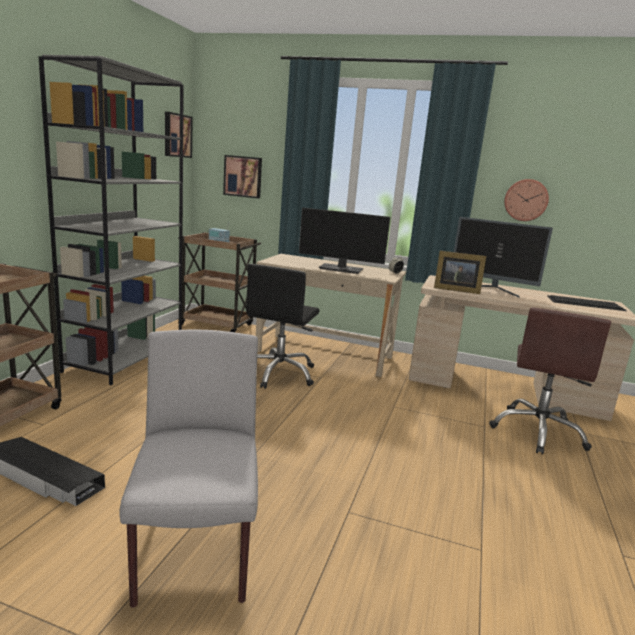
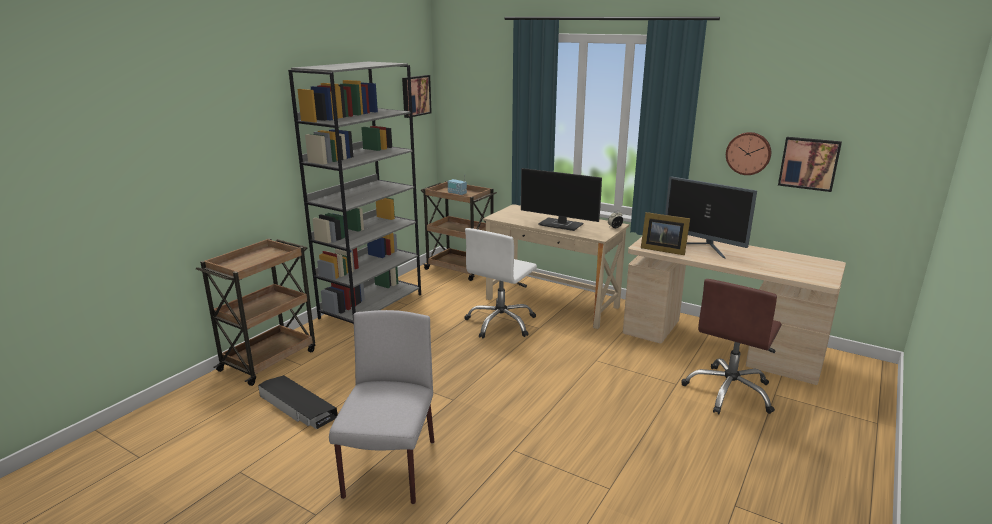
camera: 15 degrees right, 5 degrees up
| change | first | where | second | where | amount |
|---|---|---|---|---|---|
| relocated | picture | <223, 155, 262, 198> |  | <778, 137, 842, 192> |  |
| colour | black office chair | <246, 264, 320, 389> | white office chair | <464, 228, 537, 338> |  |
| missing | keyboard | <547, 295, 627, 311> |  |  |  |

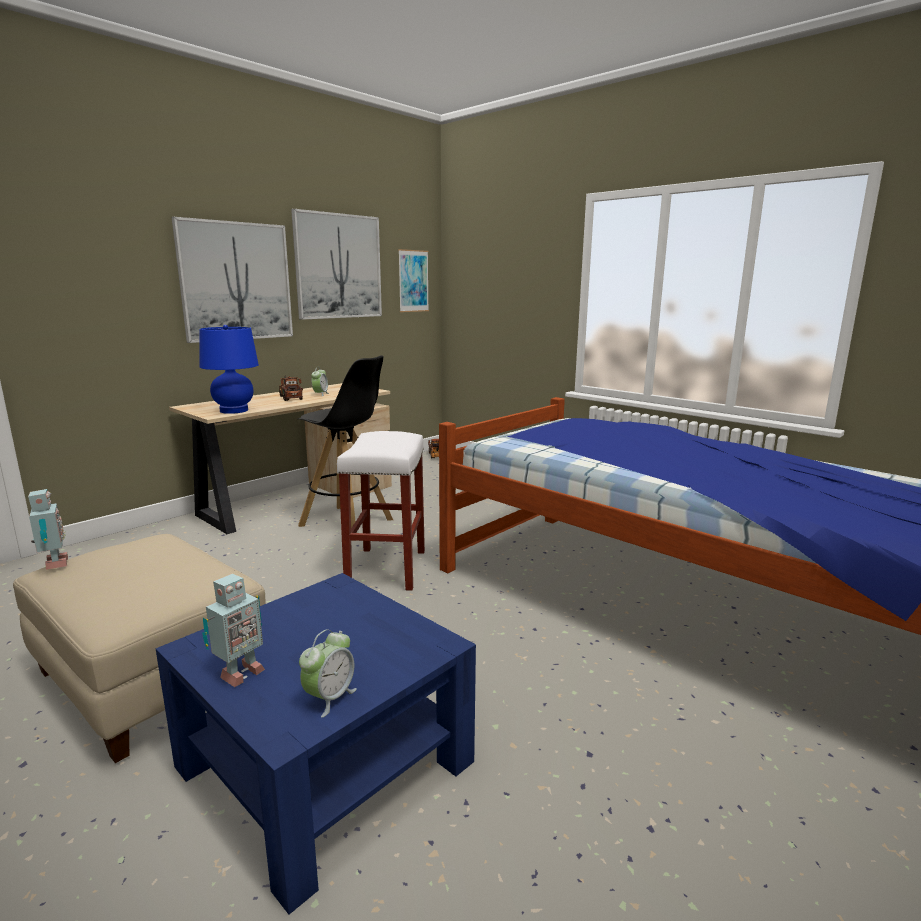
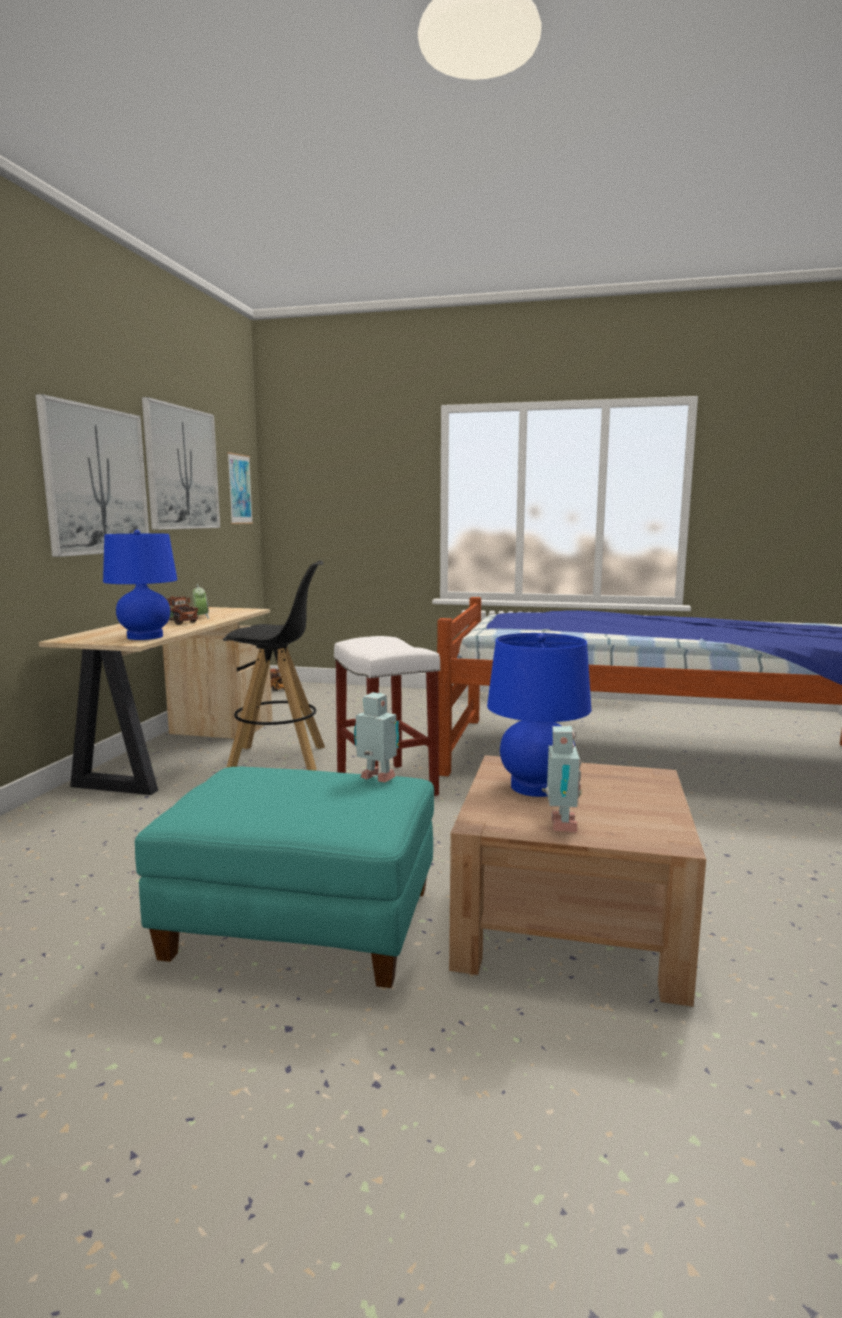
camera: 30 degrees left, 5 degrees down
| change | first | where | second | where | amount |
|---|---|---|---|---|---|
| relocated | toy robot | <28, 489, 68, 570> |  | <354, 692, 399, 782> |  |
| colour | beige ottoman | <13, 534, 266, 763> | turquoise ottoman | <135, 767, 434, 988> |  |
| colour | blue coffee table | <156, 573, 476, 914> | brown coffee table | <449, 755, 706, 1007> |  |
| missing | alarm clock | <299, 629, 357, 718> |  |  |  |
| appeared |  |  | blue table lamp | <487, 633, 591, 797> |  |

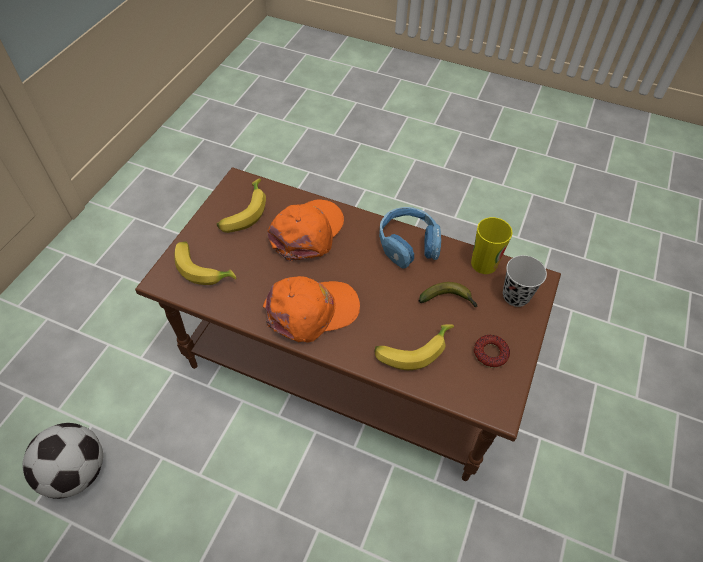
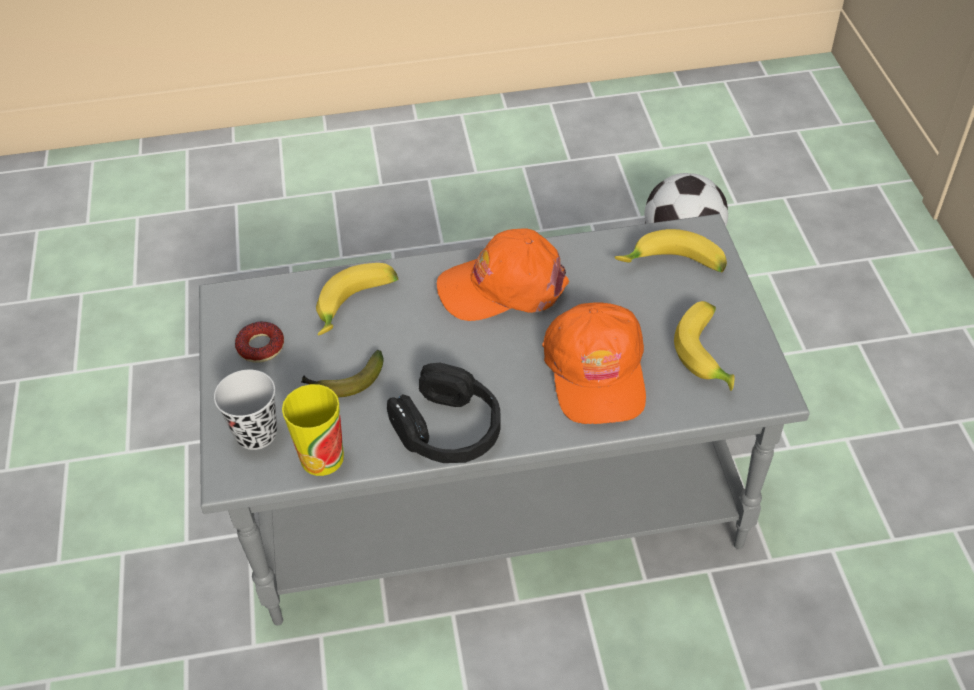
camera: 150 degrees right, 5 degrees down
| change | first | where | second | where | amount |
|---|---|---|---|---|---|
| colour | brown coffee table | <135, 167, 561, 481> | grey coffee table | <199, 214, 810, 625> |  |
| colour | blue headphones | <379, 207, 441, 269> | black headphones | <387, 363, 501, 463> |  |
| spun | orange cap | <262, 276, 360, 343> |  | <437, 229, 569, 321> | 45 degrees clockwise |

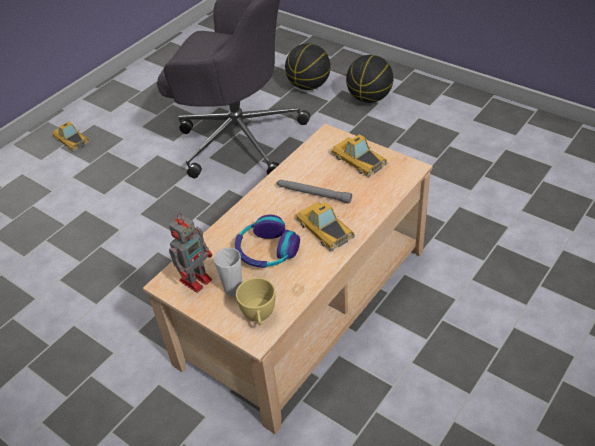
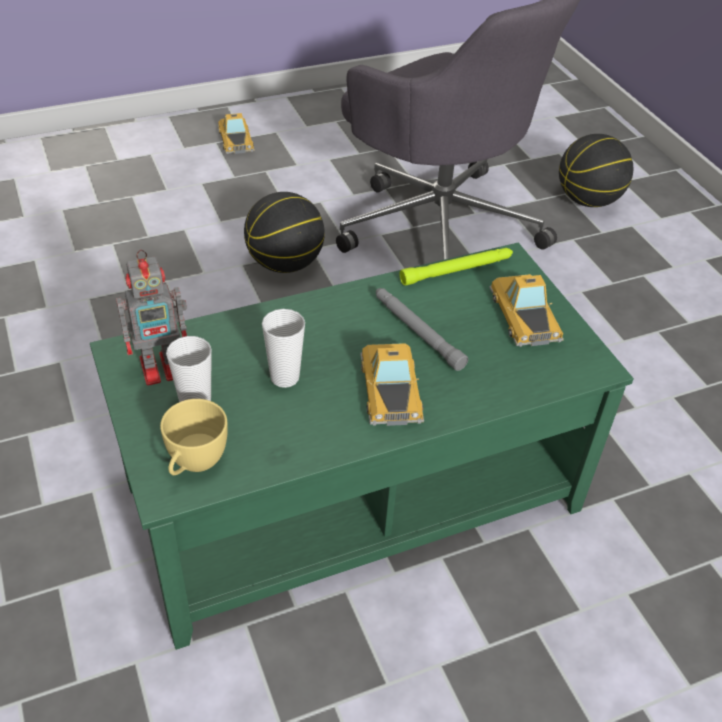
camera: 25 degrees right, 0 degrees up
| change | first | where | second | where | amount |
|---|---|---|---|---|---|
| relocated | basketball | <346, 55, 393, 103> |  | <244, 192, 325, 273> |  |
| colour | beige coffee table | <143, 124, 433, 434> | green coffee table | <90, 243, 634, 650> |  |
| exchanged | headphones | <235, 215, 300, 268> | cup | <262, 309, 305, 388> |  |
| appeared |  |  | green flashlight | <399, 248, 513, 286> |  |

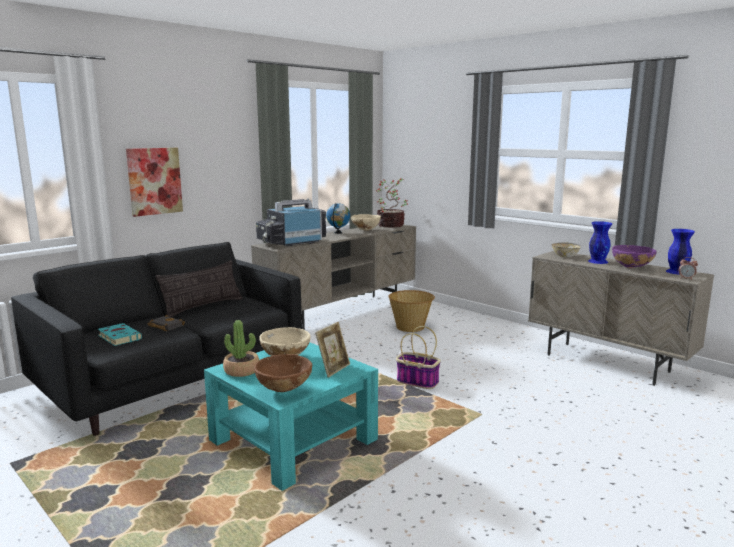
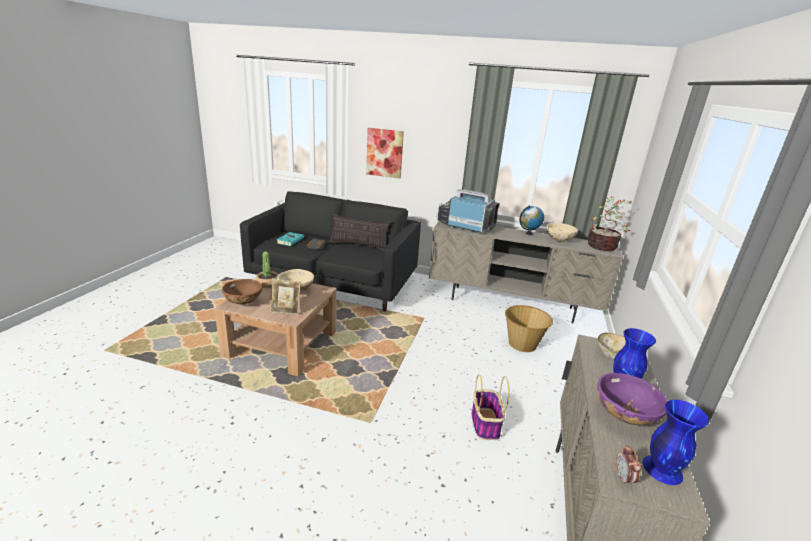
camera: 60 degrees right, 10 degrees up
| change | first | where | second | where | amount |
|---|---|---|---|---|---|
| relocated | basket | <396, 326, 441, 389> |  | <472, 374, 509, 440> |  |
| colour | turquoise coffee table | <204, 342, 378, 491> | brown coffee table | <215, 283, 337, 376> |  |

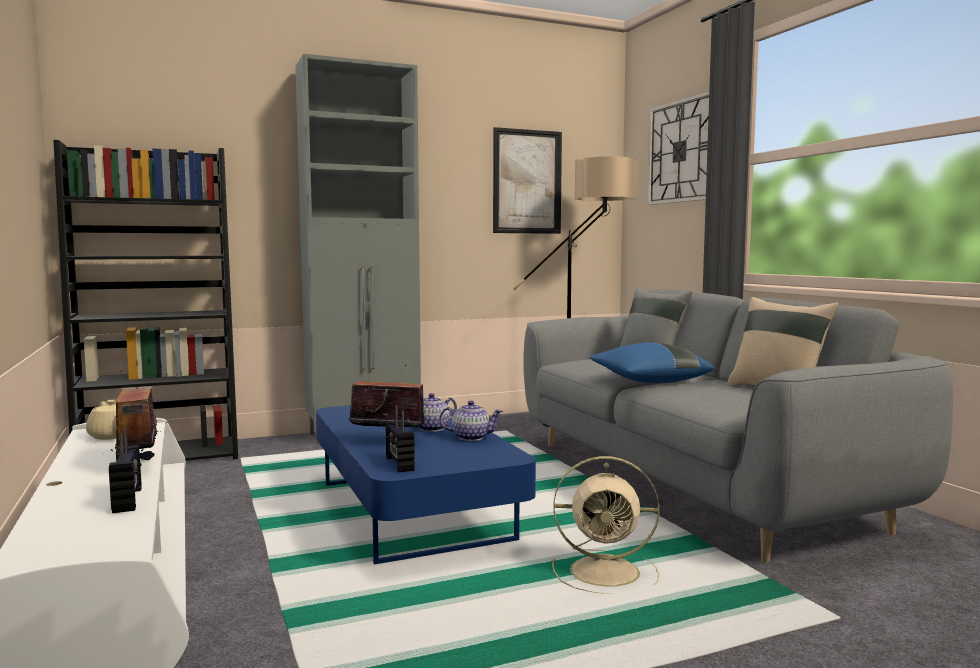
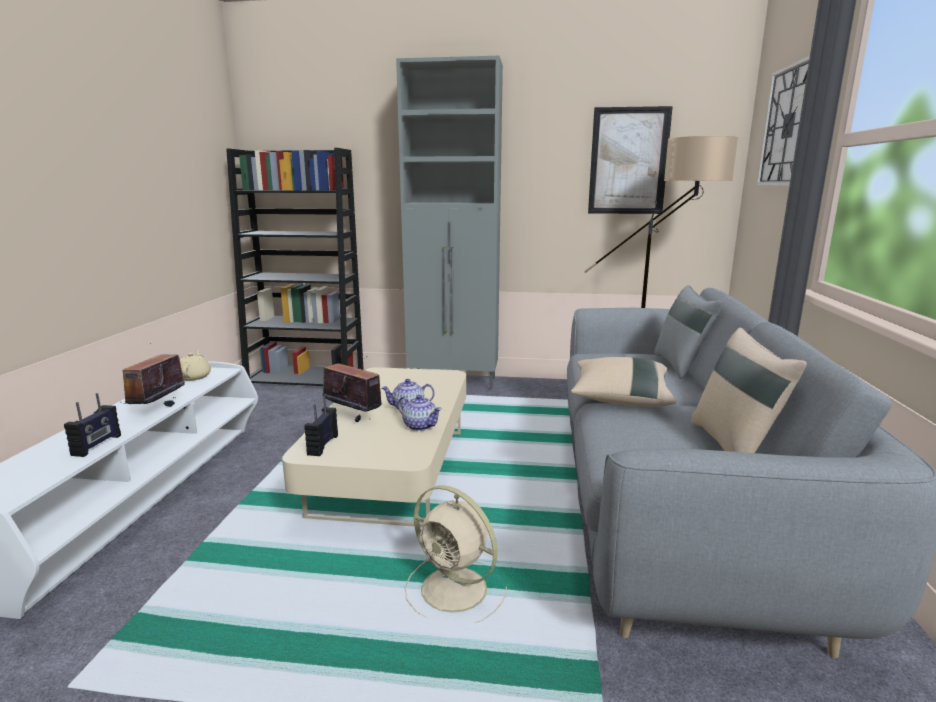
camera: 30 degrees right, 10 degrees up
| change | first | where | second | where | amount |
|---|---|---|---|---|---|
| colour | blue pillow | <590, 342, 714, 383> | beige pillow | <571, 357, 676, 407> |  |
| colour | blue coffee table | <316, 405, 536, 565> | beige coffee table | <282, 367, 466, 527> |  |

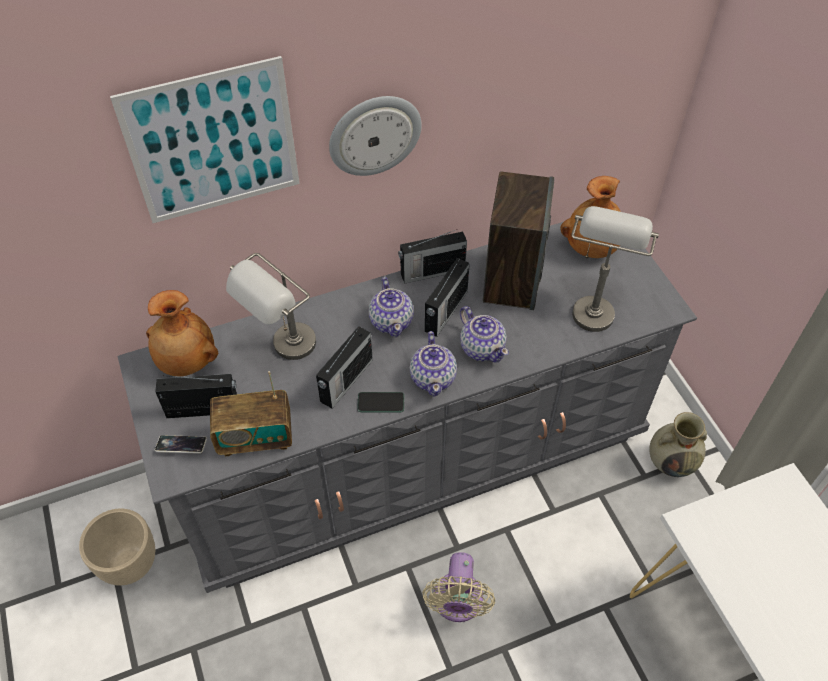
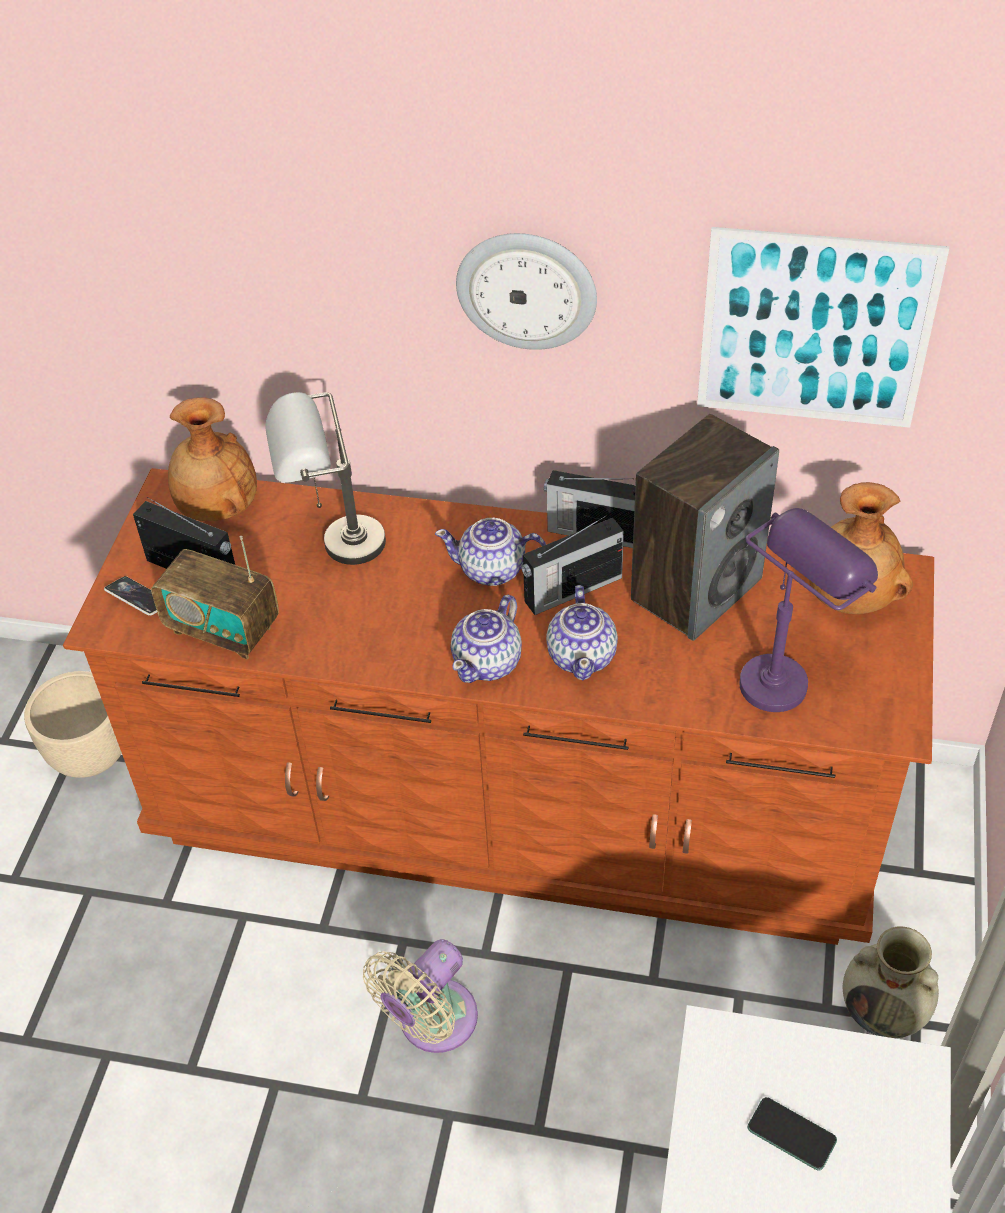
camera: 35 degrees right, 5 degrees down
| change | first | where | second | where | amount |
|---|---|---|---|---|---|
| relocated | picture | <110, 56, 300, 223> |  | <697, 227, 949, 428> |  |
| colour | grey table lamp | <571, 206, 659, 332> | purple table lamp | <739, 508, 878, 712> |  |
| colour | grey dresser | <118, 222, 697, 593> | brown dresser | <63, 468, 934, 945> |  |
| spun | teapot | <369, 277, 414, 337> |  | <435, 518, 546, 586> | 75 degrees clockwise |
| missing | radio | <316, 326, 373, 409> |  |  |  |
| relocated | phone | <357, 392, 404, 413> |  | <748, 1097, 837, 1171> |  |

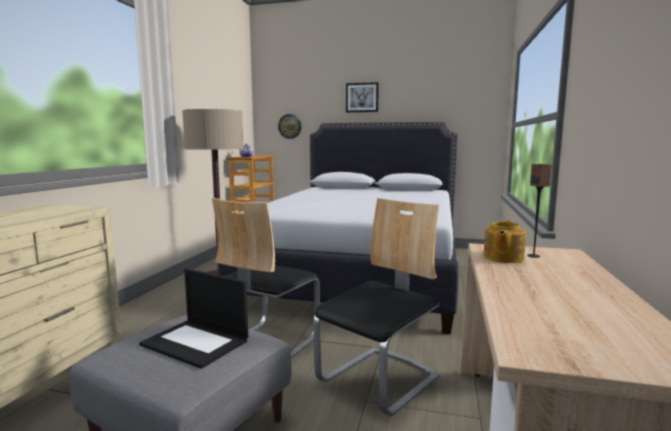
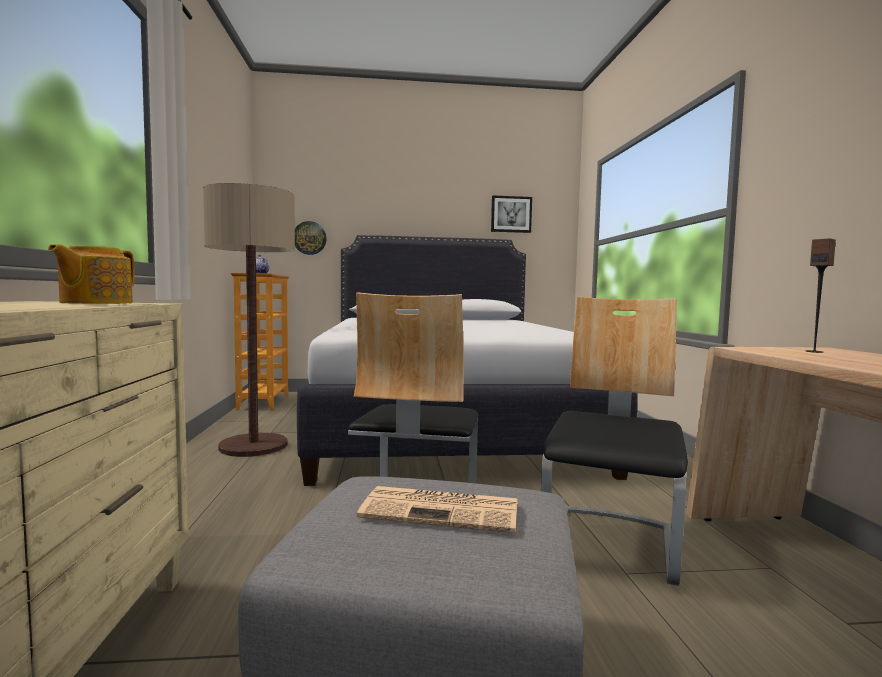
camera: 20 degrees left, 5 degrees down
| change | first | where | second | where | amount |
|---|---|---|---|---|---|
| relocated | picture | <346, 82, 379, 112> |  | <491, 196, 532, 233> |  |
| relocated | teapot | <483, 220, 526, 263> |  | <48, 244, 134, 304> |  |
| exchanged | laptop | <139, 268, 248, 369> | newspaper | <357, 486, 518, 533> |  |

